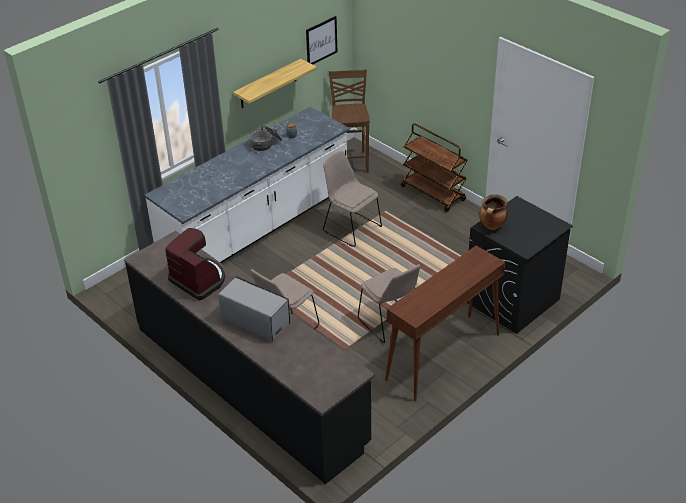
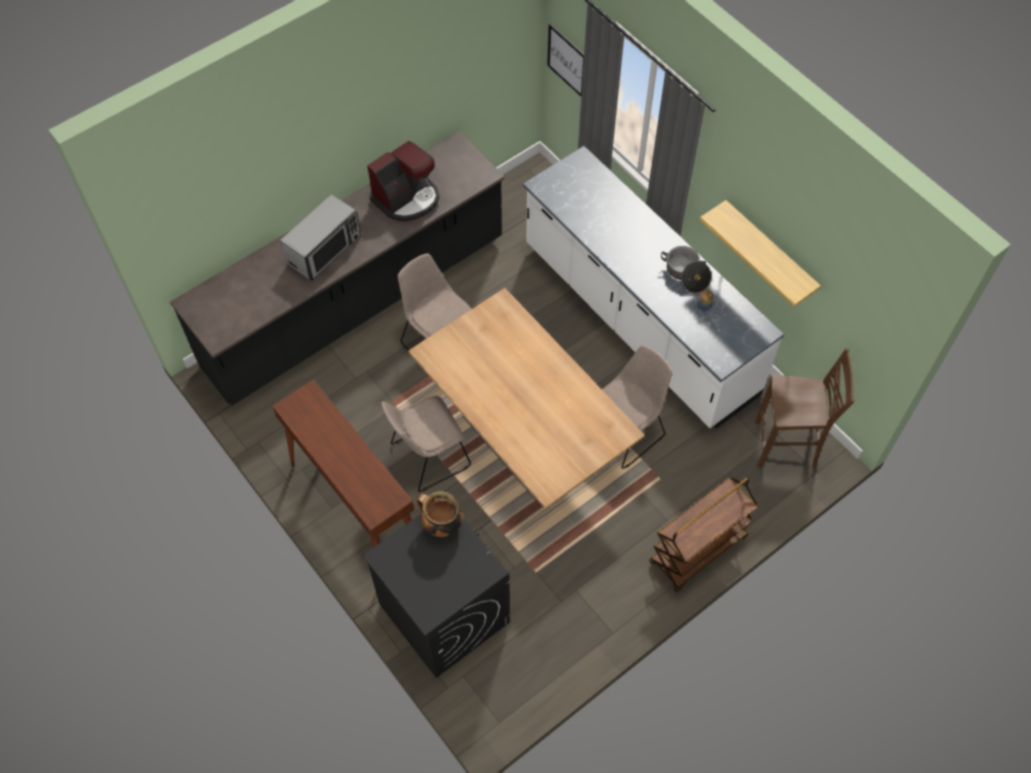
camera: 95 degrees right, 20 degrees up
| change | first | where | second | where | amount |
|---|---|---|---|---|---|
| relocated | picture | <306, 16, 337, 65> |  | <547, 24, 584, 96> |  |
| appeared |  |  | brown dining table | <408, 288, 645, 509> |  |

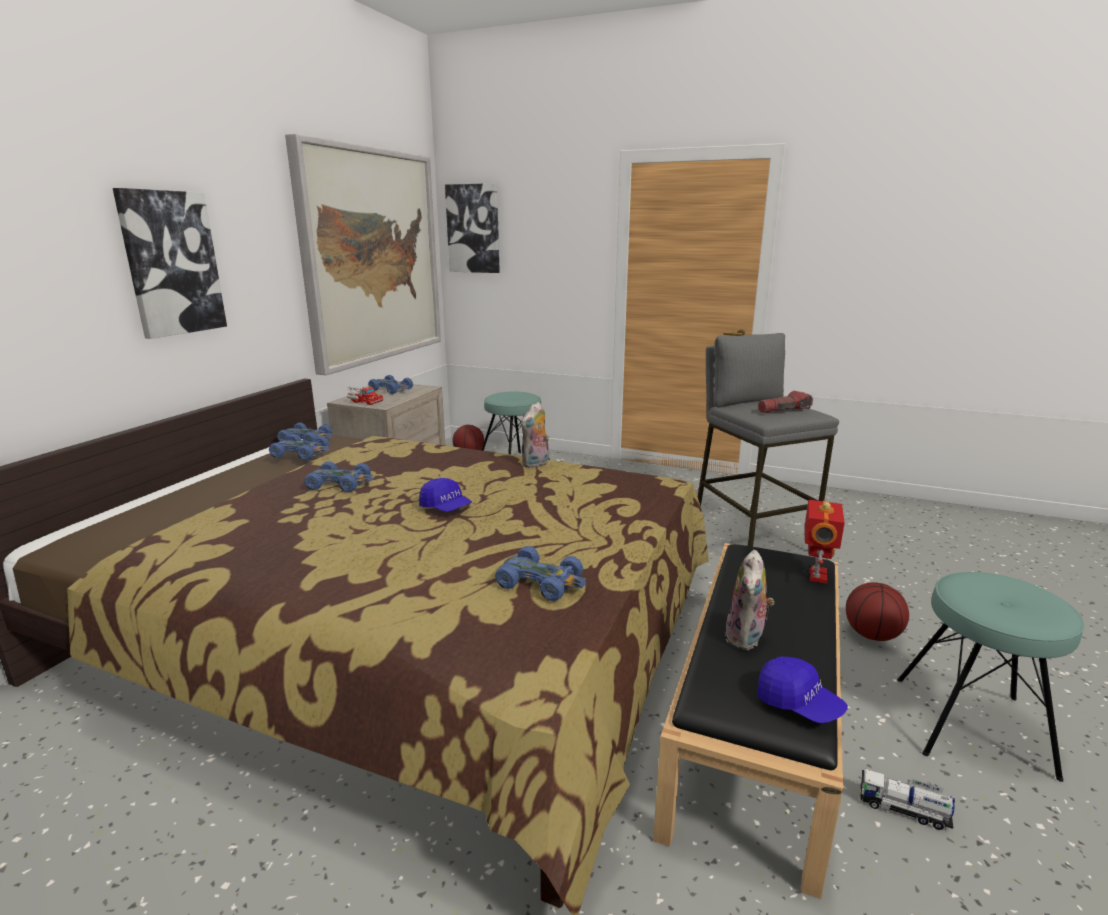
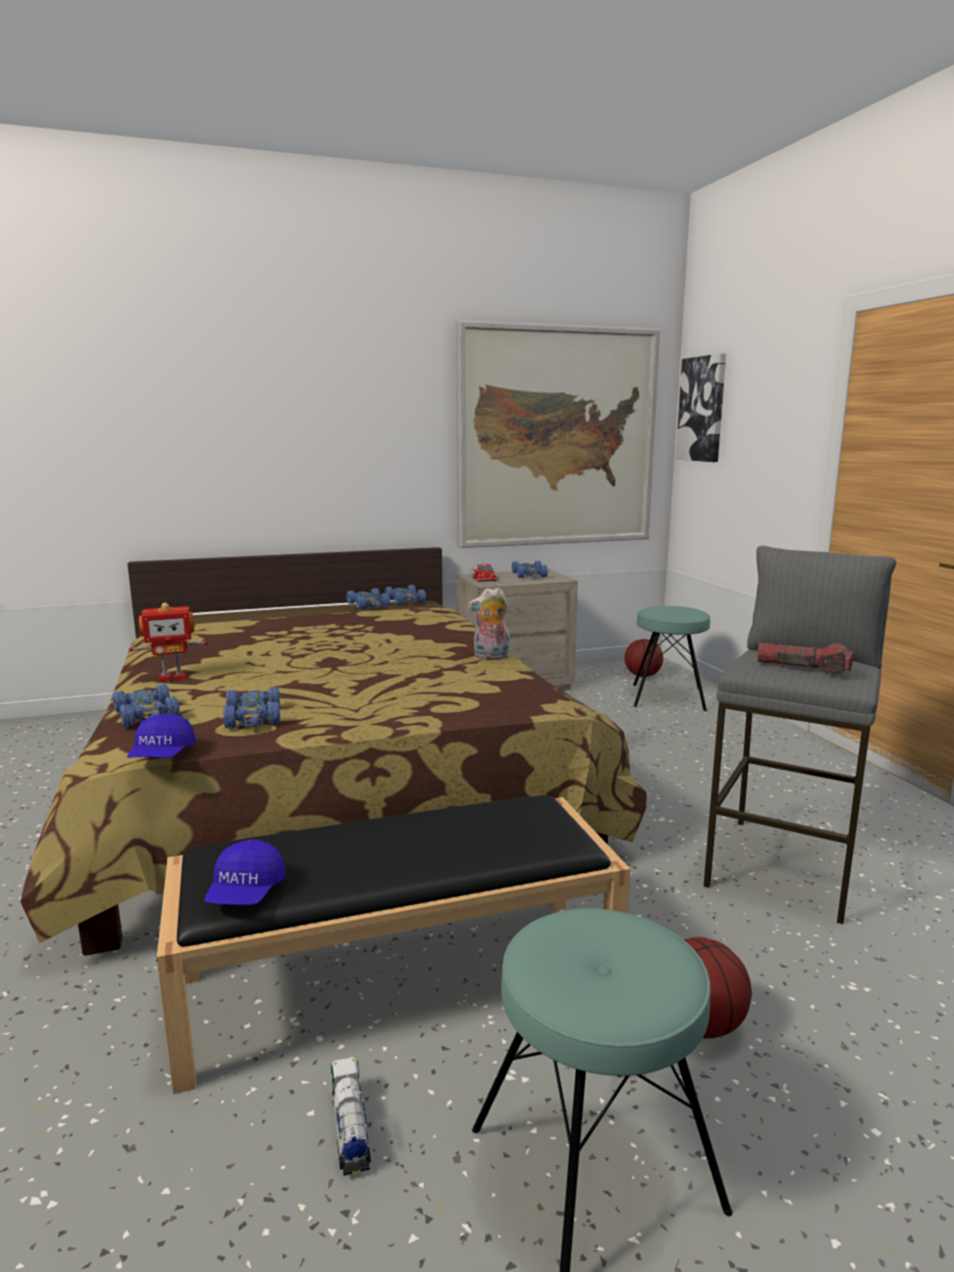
camera: 50 degrees right, 5 degrees down
| change | first | where | second | where | amount |
|---|---|---|---|---|---|
| missing | picture | <113, 188, 227, 339> |  |  |  |
| relocated | blue toy car | <304, 461, 373, 492> |  | <113, 684, 180, 727> |  |
| relocated | blue cap | <419, 478, 472, 512> |  | <127, 714, 196, 758> |  |
| relocated | toy robot | <805, 500, 845, 584> |  | <129, 603, 208, 682> |  |
| missing | plush toy | <725, 550, 774, 650> |  |  |  |

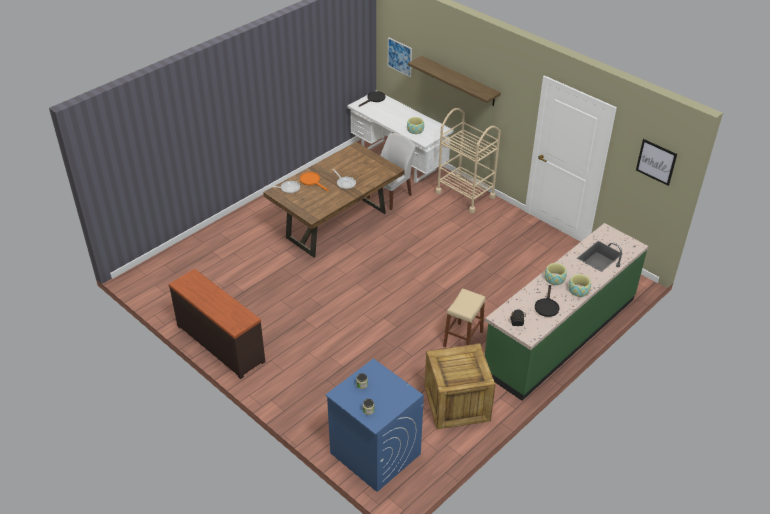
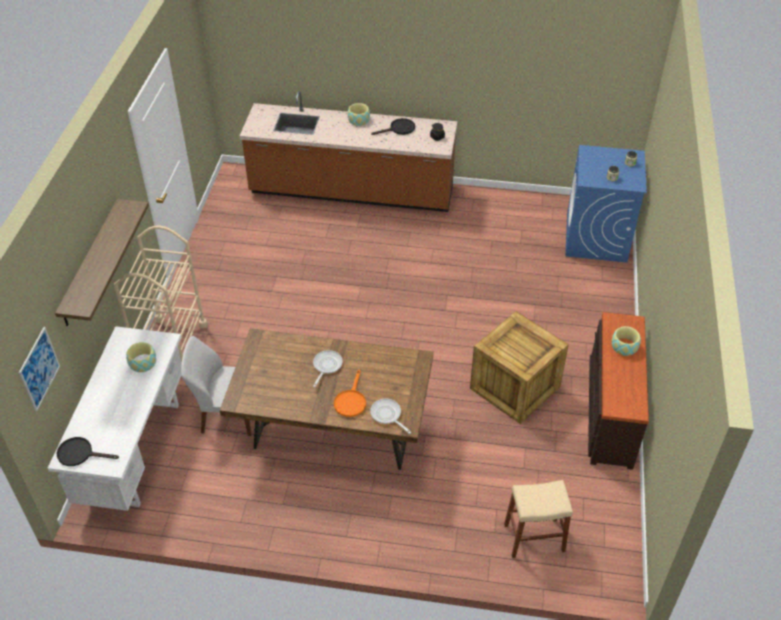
camera: 125 degrees left, 5 degrees up
| change | first | where | second | where | amount |
|---|---|---|---|---|---|
| missing | picture | <636, 139, 677, 186> |  |  |  |
| colour | green counter | <485, 223, 648, 401> | brown counter | <240, 91, 457, 212> |  |
| relocated | bowl | <545, 263, 567, 285> |  | <612, 326, 641, 356> |  |
| relocated | beige stool | <443, 288, 486, 347> |  | <504, 480, 573, 558> |  |
| relocated | crate | <424, 343, 495, 429> |  | <470, 311, 569, 424> |  |

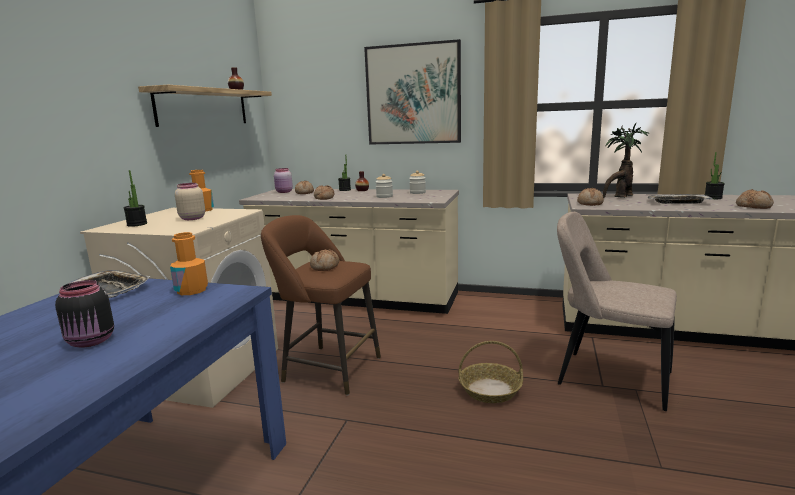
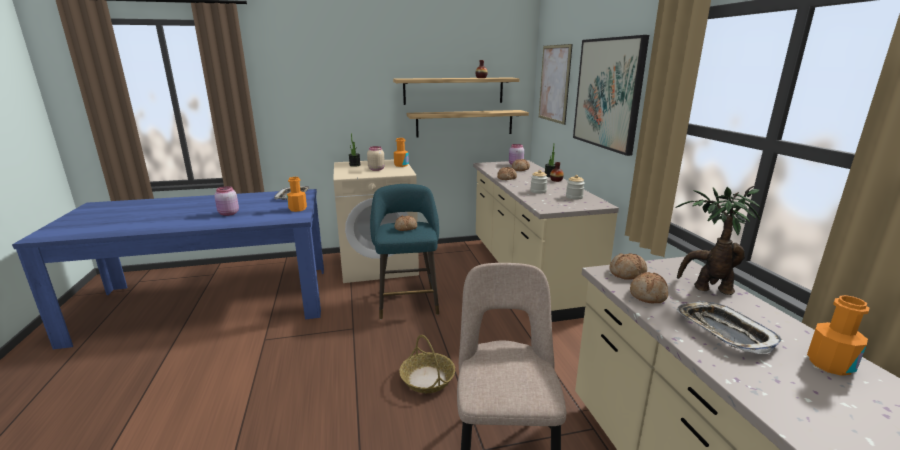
camera: 60 degrees right, 5 degrees up
| change | first | where | second | where | amount |
|---|---|---|---|---|---|
| exchanged | potted plant | <705, 152, 725, 199> | orange bottle | <807, 295, 869, 376> |  |
| relocated | bread | <736, 189, 774, 209> |  | <630, 272, 668, 303> |  |
| colour | brown stool | <261, 215, 381, 396> | turquoise stool | <370, 184, 439, 320> |  |
| colour | black jar | <55, 280, 114, 348> | pink jar | <214, 186, 239, 216> |  |
| appeared |  |  | picture | <539, 44, 573, 125> |  |
| appeared |  |  | shelf | <407, 110, 529, 138> |  |

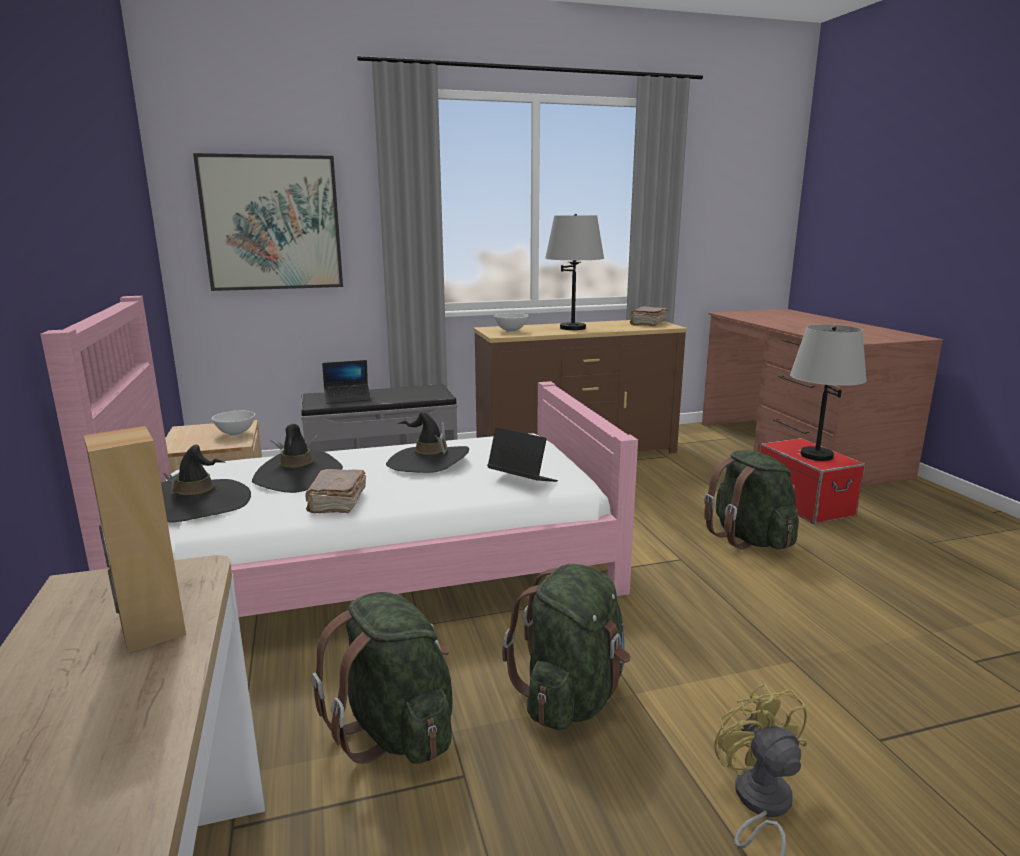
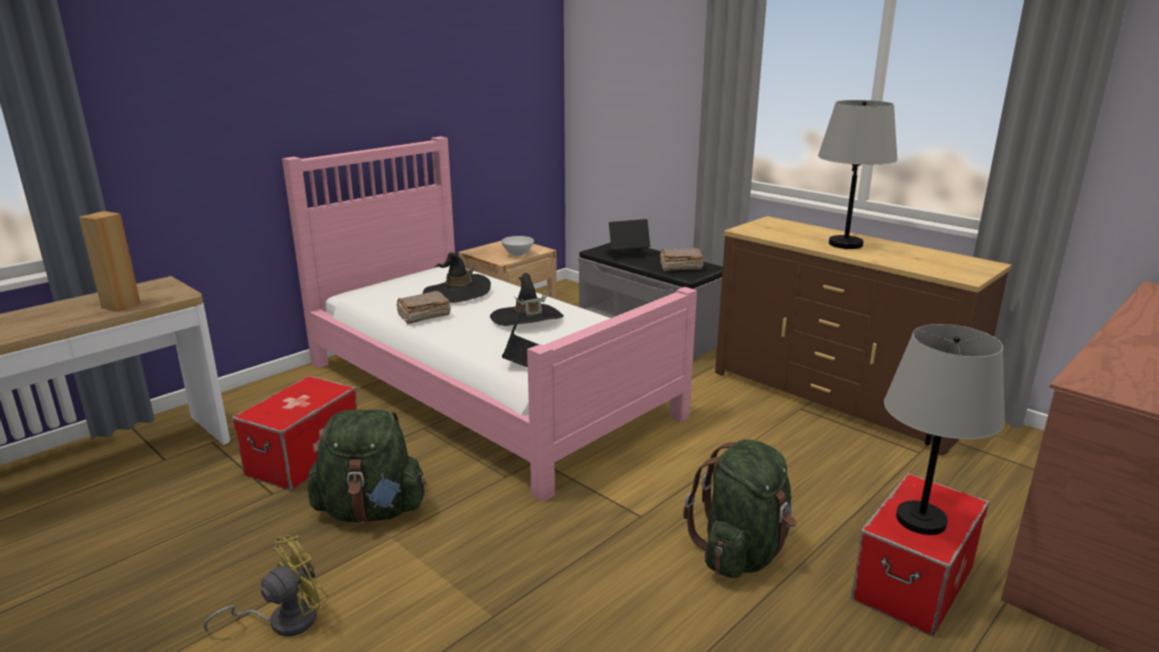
camera: 60 degrees right, 5 degrees up
| change | first | where | second | where | amount |
|---|---|---|---|---|---|
| missing | picture | <193, 153, 343, 291> |  |  |  |
| relocated | brown book | <630, 306, 668, 326> |  | <660, 248, 704, 271> |  |
| missing | white bowl | <494, 313, 528, 333> |  |  |  |
| spun | laptop | <322, 360, 371, 404> |  | <603, 219, 650, 253> | 120 degrees clockwise |
| missing | black hat | <161, 444, 251, 522> |  |  |  |
| exchanged | green backpack | <312, 592, 452, 764> | storage box | <232, 376, 357, 491> |  |

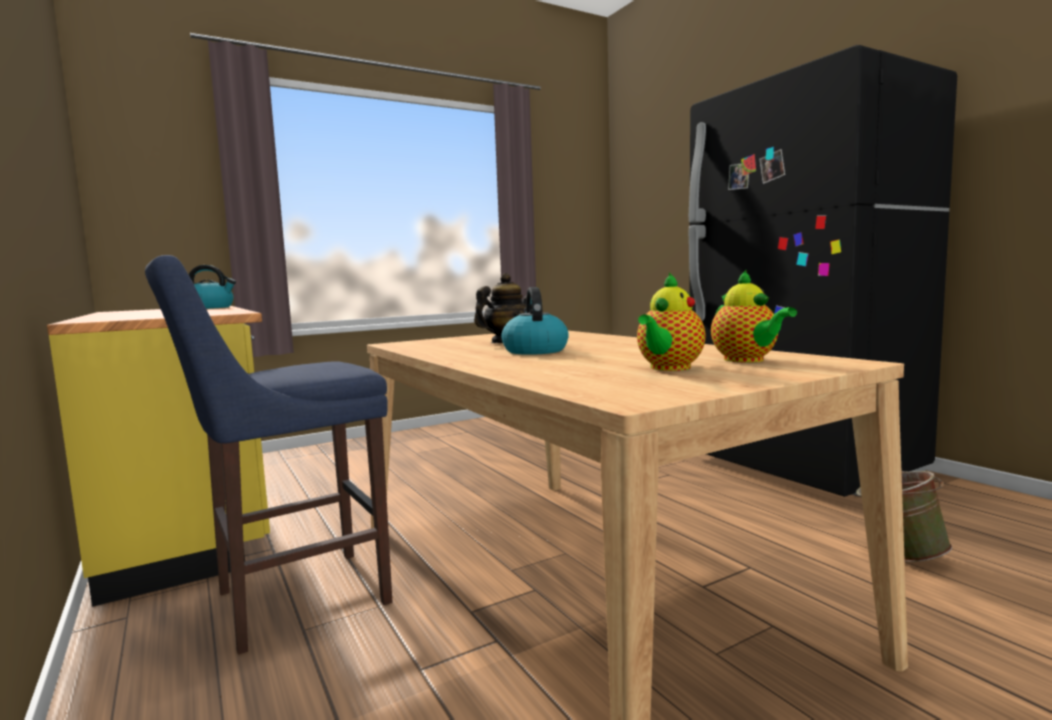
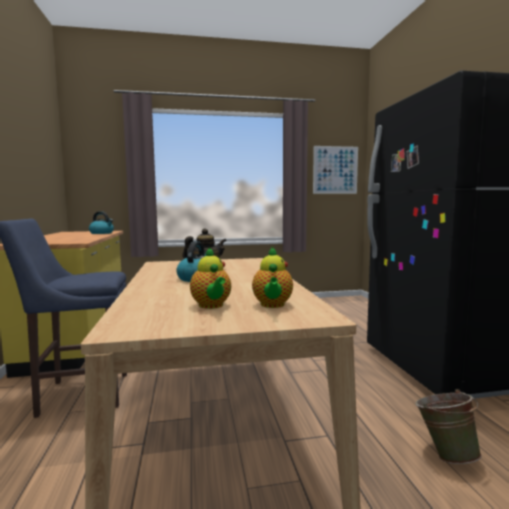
camera: 20 degrees right, 0 degrees up
| change | first | where | second | where | amount |
|---|---|---|---|---|---|
| spun | teapot | <637, 272, 706, 371> |  | <190, 247, 231, 309> | 75 degrees counterclockwise |
| appeared |  |  | picture | <313, 146, 358, 194> |  |

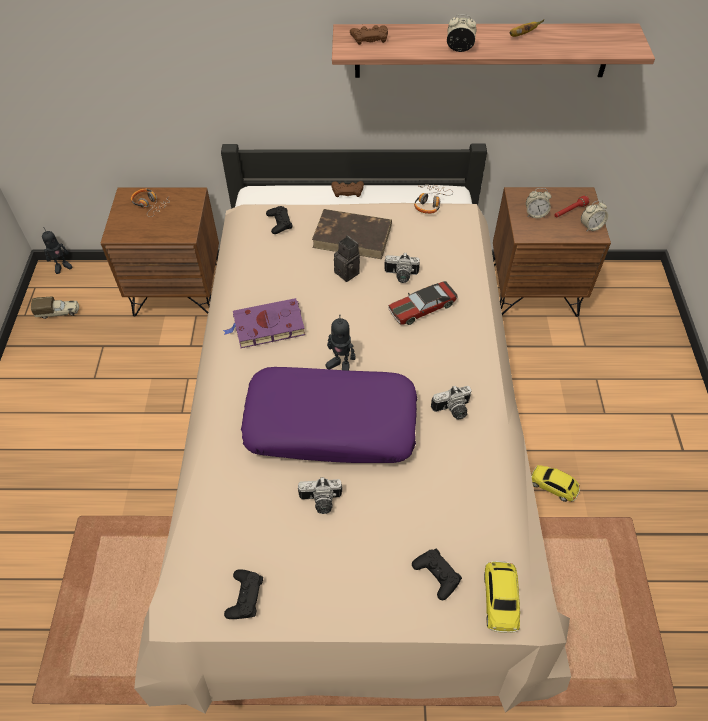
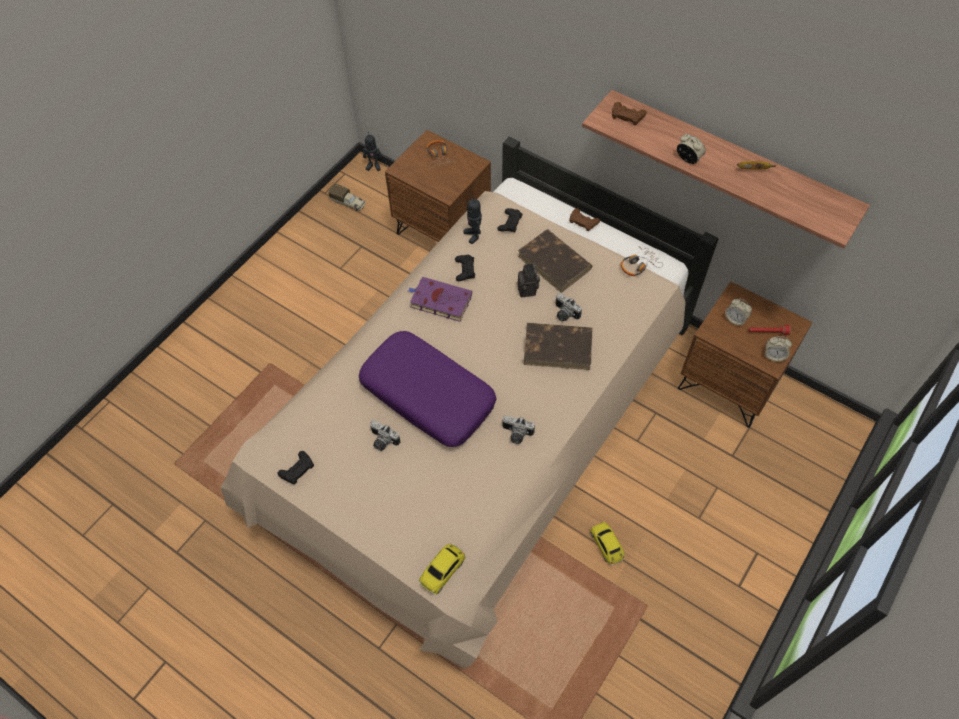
camera: 35 degrees right, 5 degrees up
| change | first | where | second | where | amount |
|---|---|---|---|---|---|
| exchanged | toy car | <388, 281, 458, 325> | brown book | <524, 323, 592, 370> |  |
| relocated | toy robot | <326, 315, 356, 371> |  | <463, 196, 482, 244> |  |
| relocated | black game controller | <412, 549, 462, 600> |  | <455, 255, 475, 281> |  |

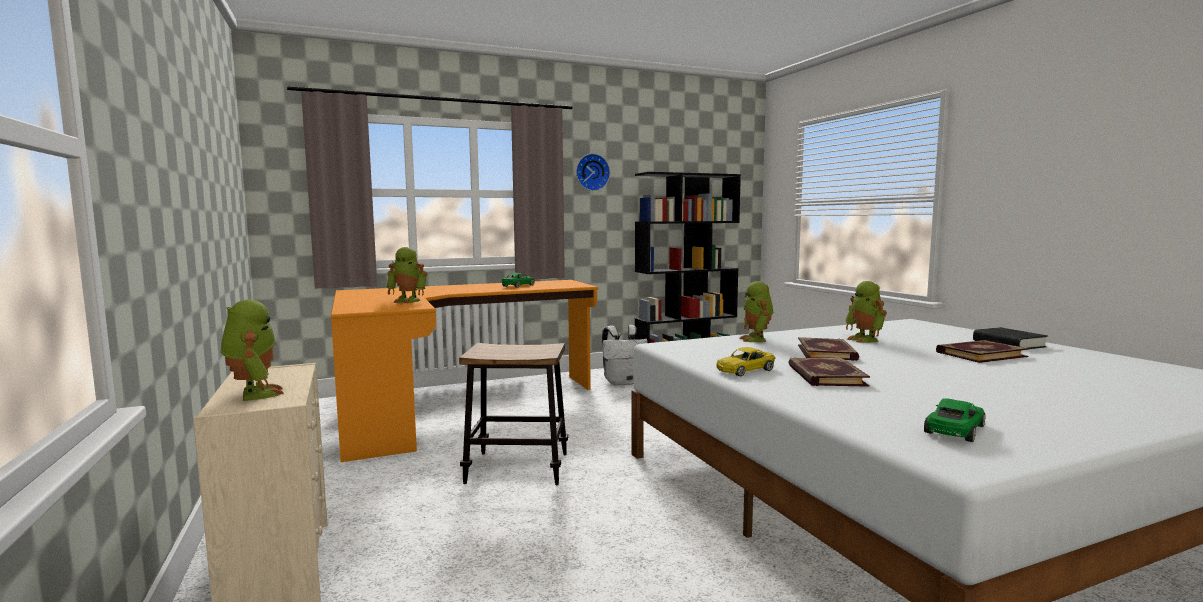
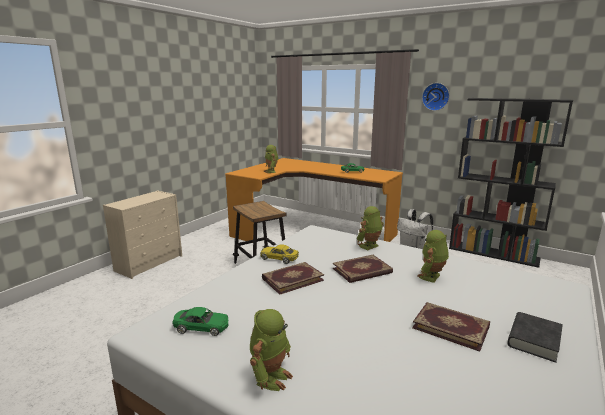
camera: 55 degrees right, 10 degrees up
| change | first | where | second | where | amount |
|---|---|---|---|---|---|
| relocated | toy robot | <221, 299, 284, 401> |  | <250, 309, 293, 391> |  |

